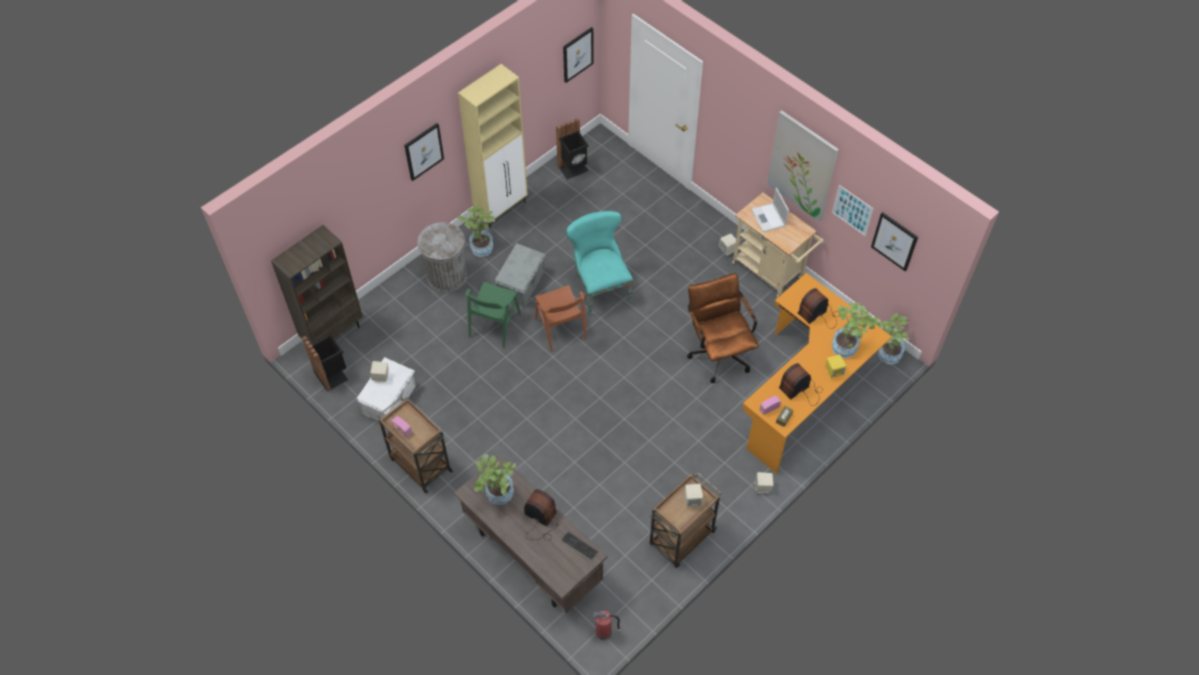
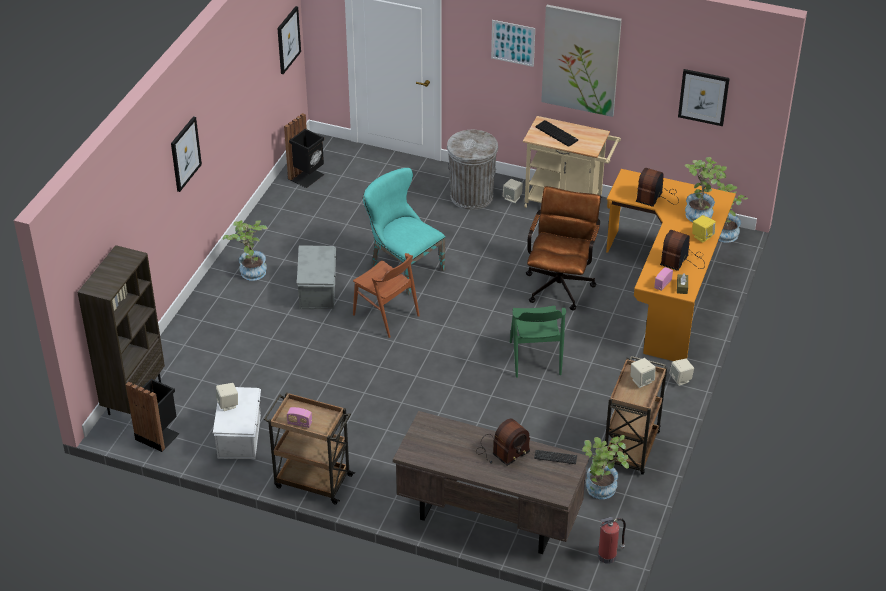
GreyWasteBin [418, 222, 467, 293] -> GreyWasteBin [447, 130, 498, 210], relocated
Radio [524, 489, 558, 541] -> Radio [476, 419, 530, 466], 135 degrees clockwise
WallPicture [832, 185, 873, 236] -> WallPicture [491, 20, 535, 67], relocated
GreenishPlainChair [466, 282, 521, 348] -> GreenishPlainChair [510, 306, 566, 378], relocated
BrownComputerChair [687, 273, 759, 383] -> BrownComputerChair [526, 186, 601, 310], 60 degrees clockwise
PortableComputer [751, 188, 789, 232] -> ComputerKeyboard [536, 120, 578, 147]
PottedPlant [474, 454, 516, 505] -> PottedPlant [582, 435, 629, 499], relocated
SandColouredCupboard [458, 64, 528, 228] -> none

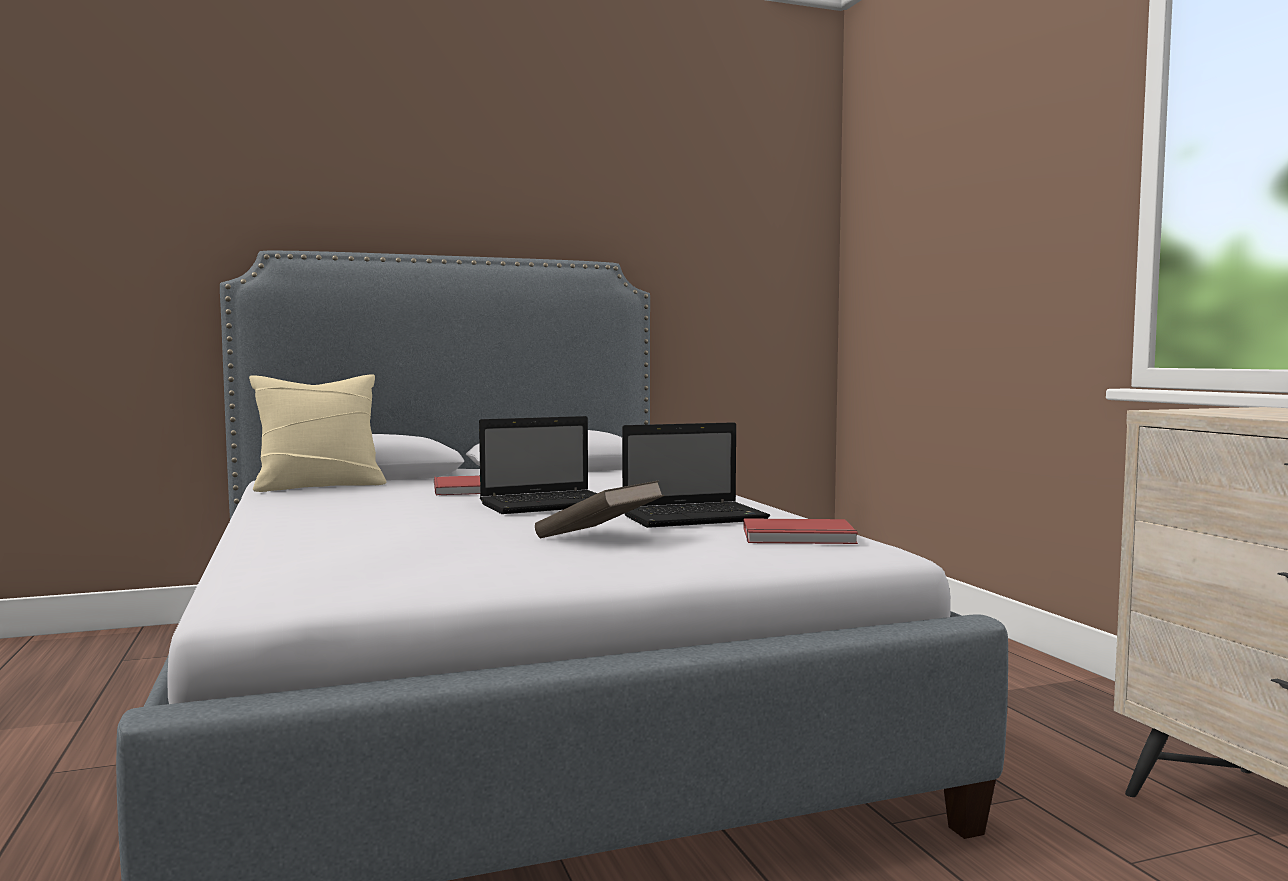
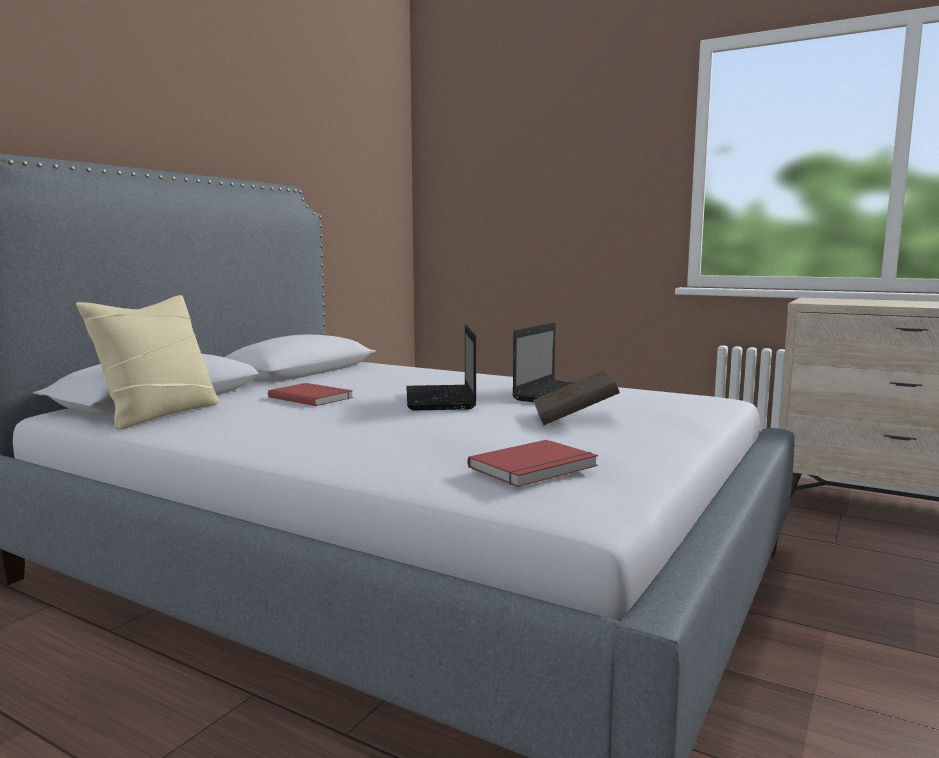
PortableComputer [479, 416, 597, 514] -> PortableComputer [406, 325, 476, 411], 150 degrees clockwise
RedVolume [743, 518, 858, 544] -> RedVolume [468, 440, 598, 487], relocated

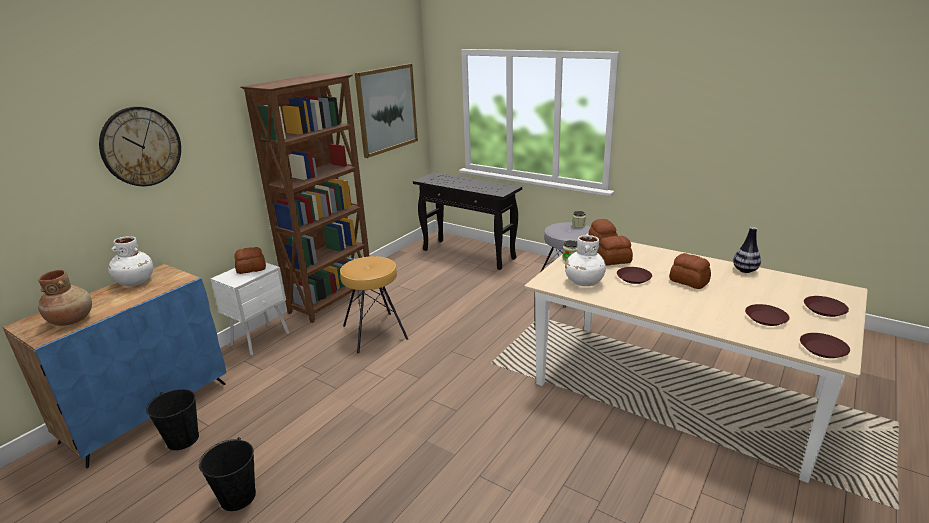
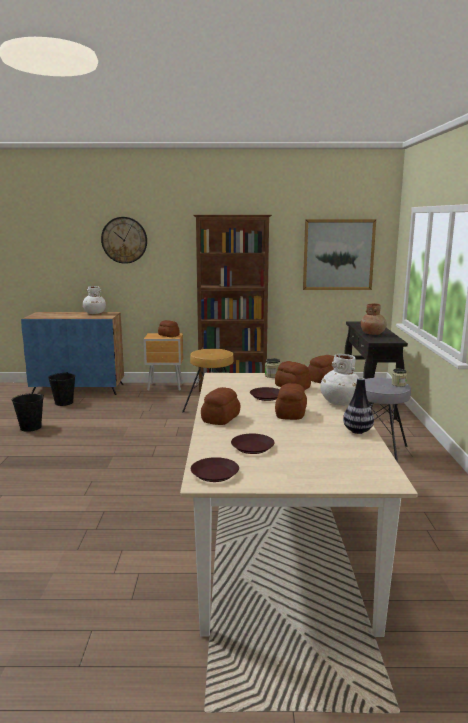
WhiteColouredNightstand [211, 263, 289, 356] -> BrownNightstand [144, 333, 183, 391]
none -> BakedBread [201, 387, 240, 425]
WhiteColouredFlowerVase [565, 235, 606, 286] -> WhiteColouredFlowerVase [320, 354, 359, 406], relocated
BrownFlowerVase [38, 270, 92, 326] -> BrownFlowerVase [361, 303, 387, 335], relocated
BrownDinnerPlate [804, 296, 849, 317] -> none

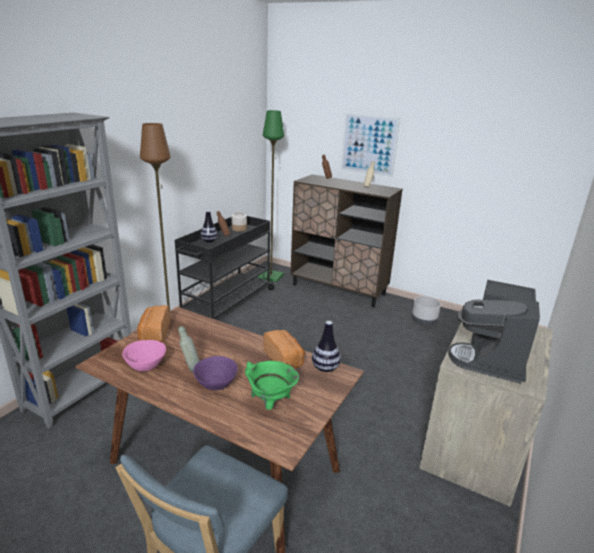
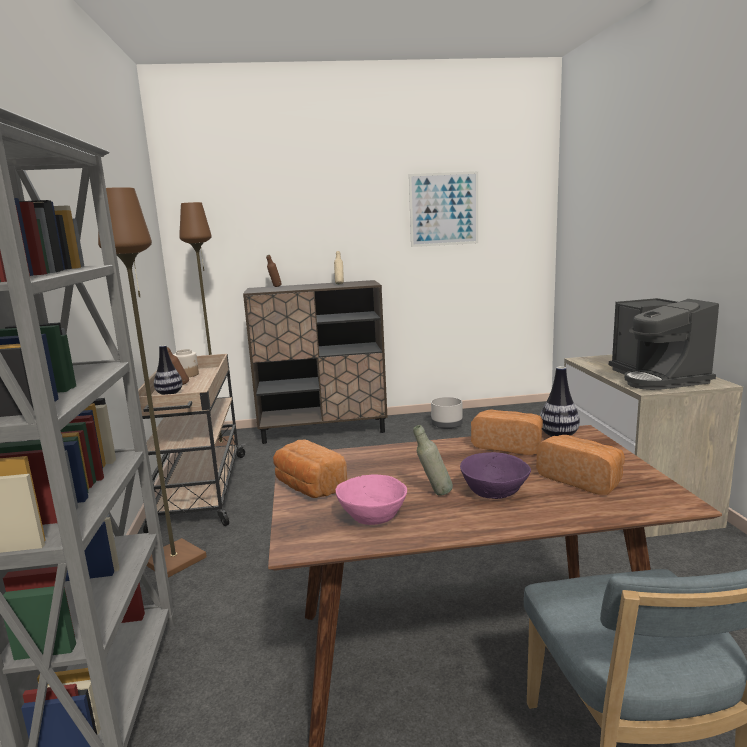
BlackColouredCart [175, 216, 275, 319] -> SandColouredCart [138, 354, 246, 533]
GreenishStandardLamp [258, 110, 284, 282] -> BrownStandardLamp [179, 202, 235, 446]
WallPicture [341, 113, 400, 177] -> WallPicture [409, 171, 478, 247], relocated
GreenishStockpot [245, 361, 299, 410] -> BakedBread [536, 435, 625, 495]

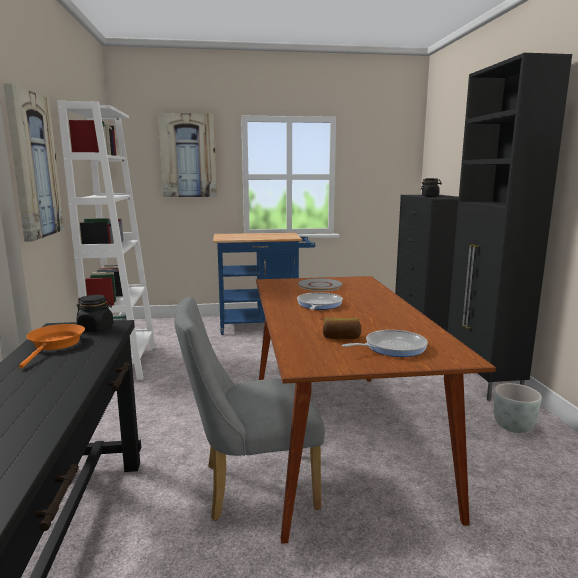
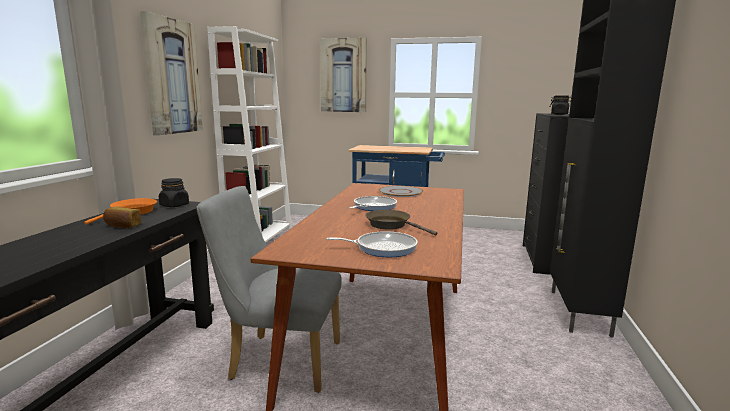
BakedBread [323, 317, 361, 339] -> BakedBread [103, 206, 141, 228], relocated
none -> BrownFryingPan [365, 210, 437, 235]
GreyPlanter [494, 383, 542, 433] -> none

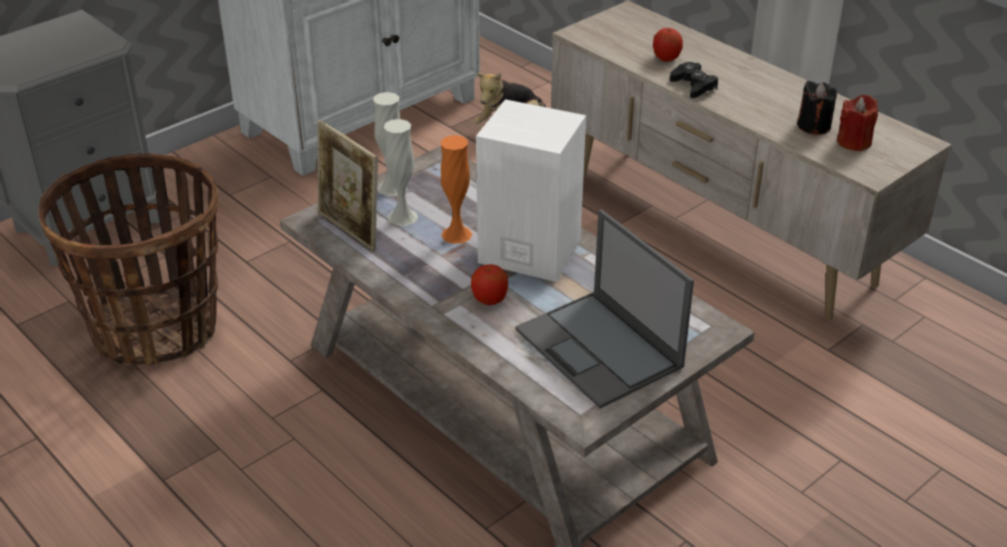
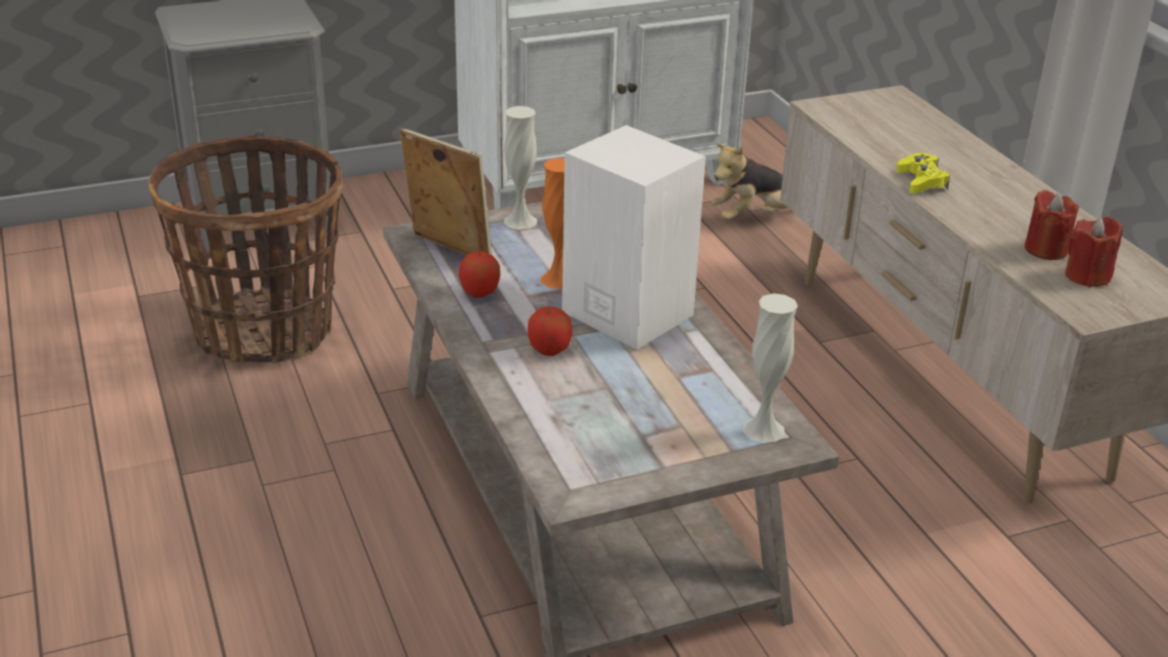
PictureFrame [317, 120, 378, 251] -> PictureFrame [400, 128, 492, 255], 150 degrees clockwise
Apple [653, 28, 683, 62] -> Apple [458, 251, 500, 298], relocated
WhiteColouredFlowerVase [384, 119, 418, 226] -> WhiteColouredFlowerVase [743, 293, 798, 443], relocated
BlackColouredGamepad [670, 62, 718, 98] -> YellowColouredGamepad [896, 153, 950, 193]
BlackColouredWaxLight [797, 81, 837, 135] -> RedWaxLight [1025, 190, 1079, 260]
PortableComputer [515, 209, 694, 408] -> none

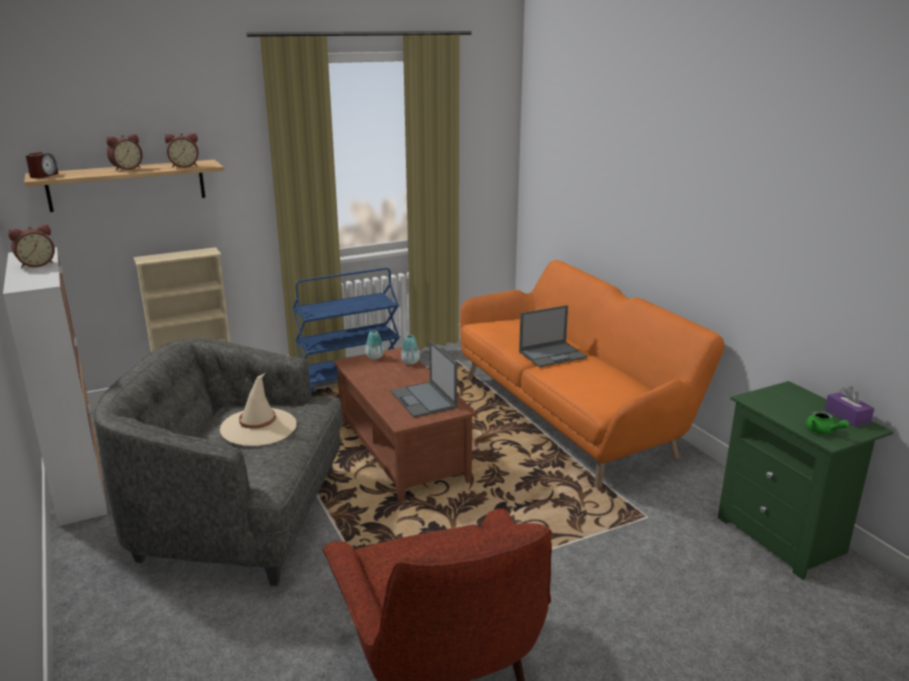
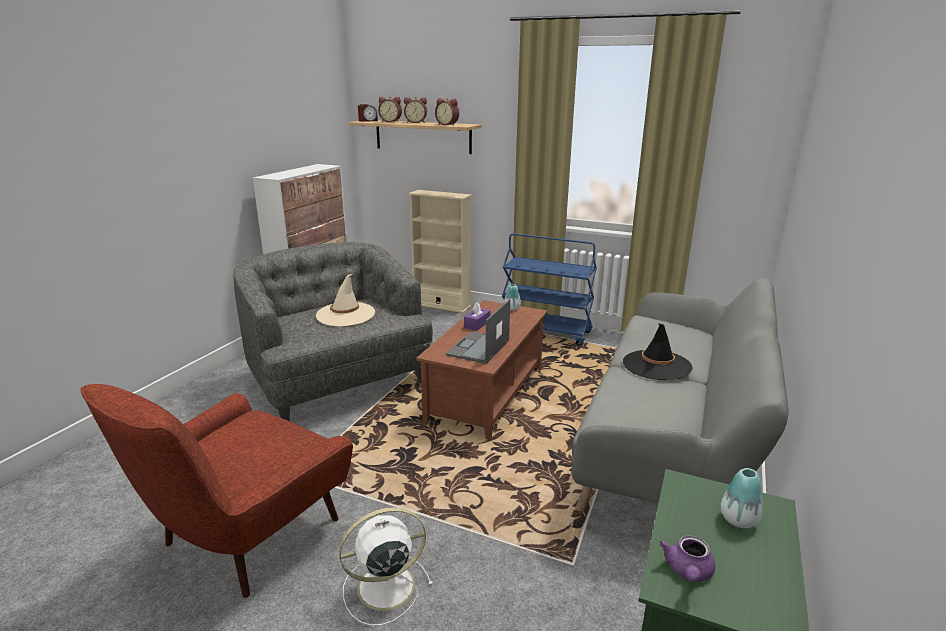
none -> WhiteColouredElectricFan [339, 507, 433, 626]
BedsideClock [8, 224, 55, 268] -> BedsideClock [378, 97, 402, 122], relocated
PurpleBoxOfTissues [825, 386, 874, 427] -> PurpleBoxOfTissues [464, 302, 490, 331], relocated
OrangeColouredSofa [460, 260, 724, 488] -> GreySofa [571, 278, 788, 511]
PortableComputer [519, 305, 587, 367] -> BlackColouredWearableHat [623, 323, 693, 380]
GreenishPotForTea [806, 411, 849, 434] -> PurplePotForTea [659, 535, 715, 582]
FlowerVase [401, 335, 420, 365] -> FlowerVase [721, 468, 763, 528], relocated

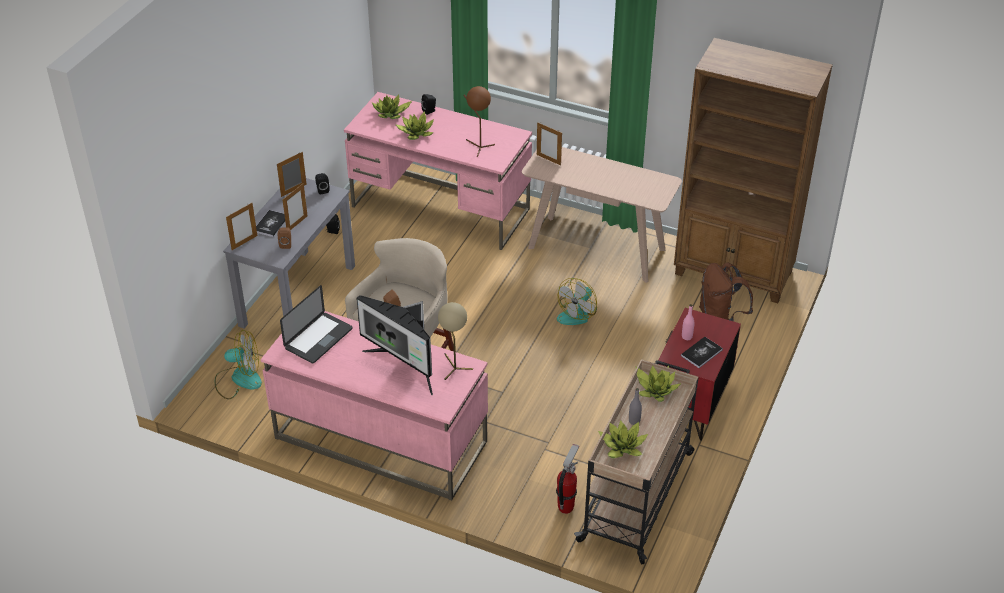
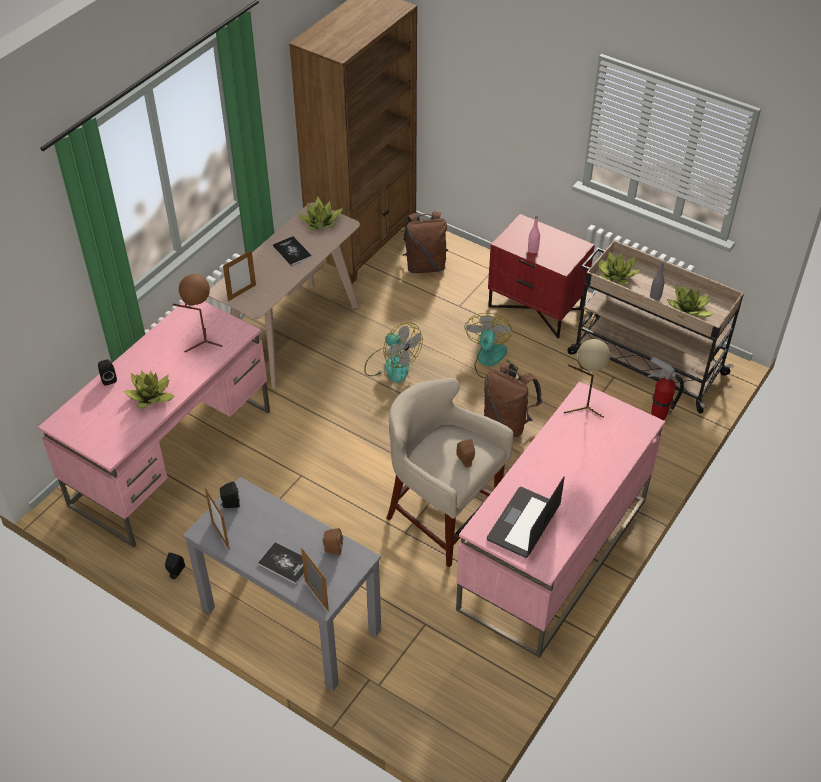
Volume [681, 337, 723, 368] -> Volume [273, 236, 312, 266], relocated
PottedPlant [372, 95, 412, 119] -> PottedPlant [298, 197, 343, 230], relocated
ElectricFan [215, 330, 262, 399] -> ElectricFan [465, 313, 518, 378], relocated
none -> BrownRucksack [484, 363, 542, 437]
PortableComputer [280, 285, 352, 364] -> PortableComputer [487, 477, 565, 558], 105 degrees counterclockwise
PictureFrame [283, 183, 308, 230] -> none
ComputerScreen [356, 295, 433, 395] -> none

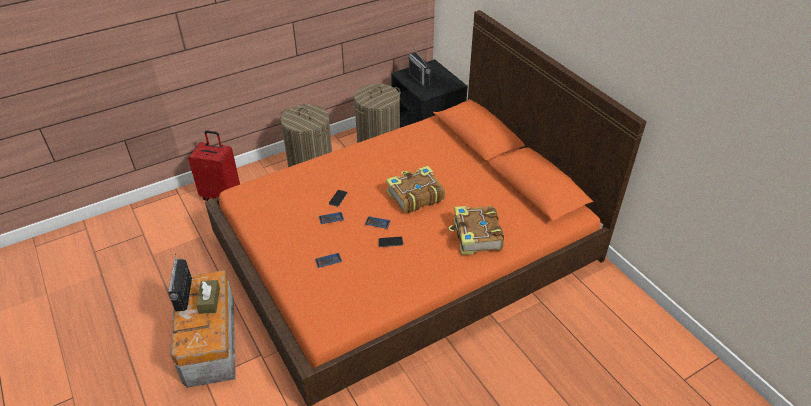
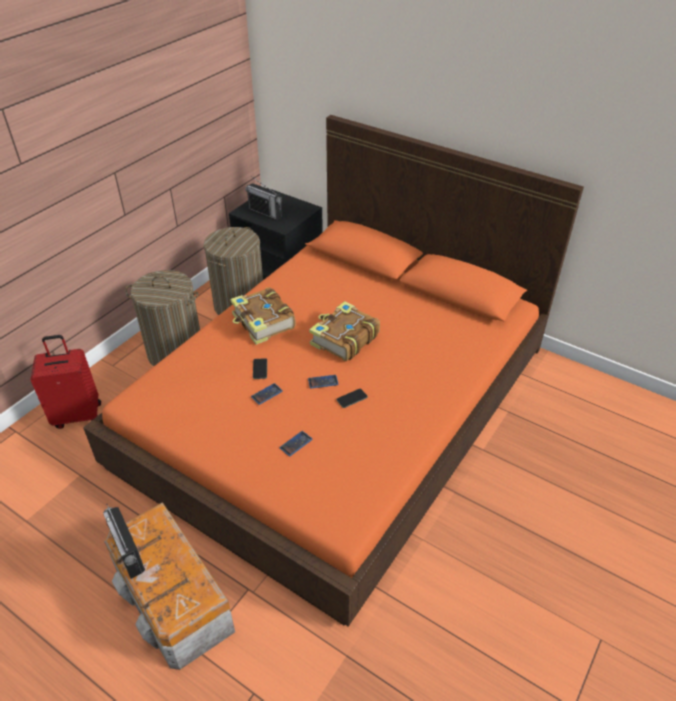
Volume [449, 205, 504, 255] -> Volume [230, 287, 296, 345], relocated
BrownBoxOfTissues [196, 280, 220, 314] -> none

